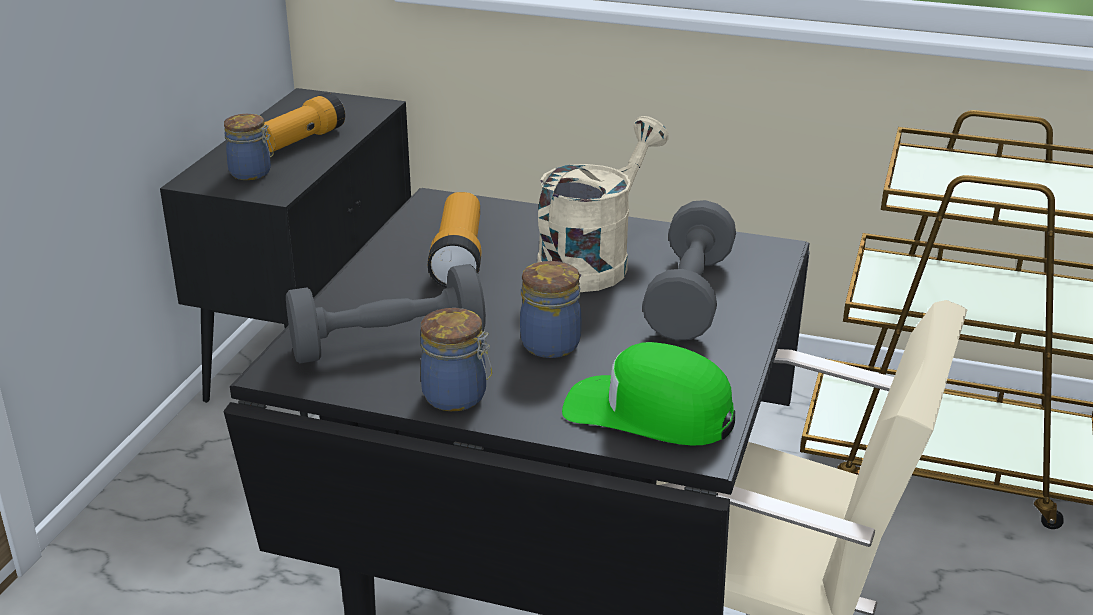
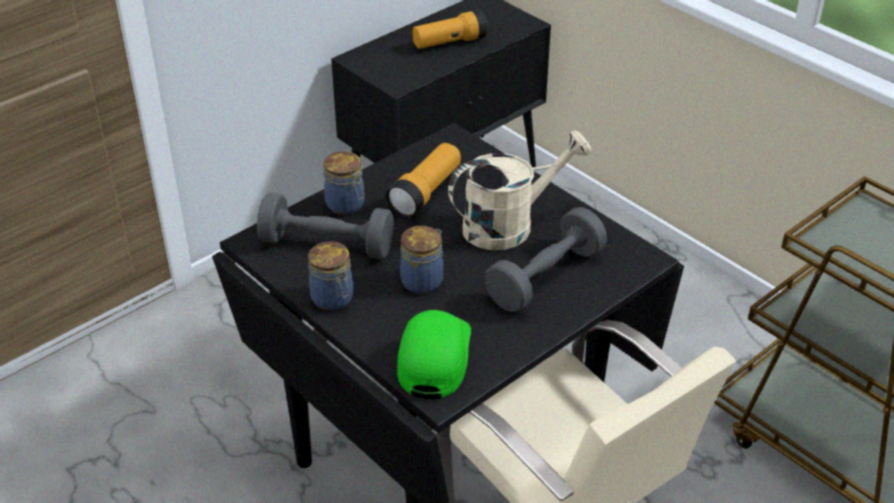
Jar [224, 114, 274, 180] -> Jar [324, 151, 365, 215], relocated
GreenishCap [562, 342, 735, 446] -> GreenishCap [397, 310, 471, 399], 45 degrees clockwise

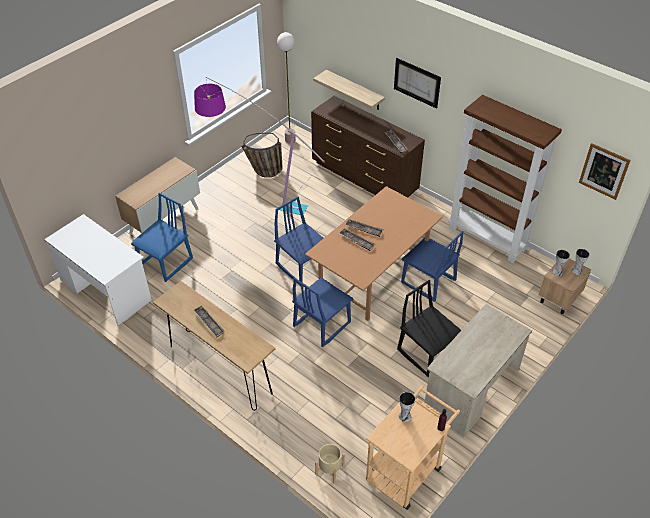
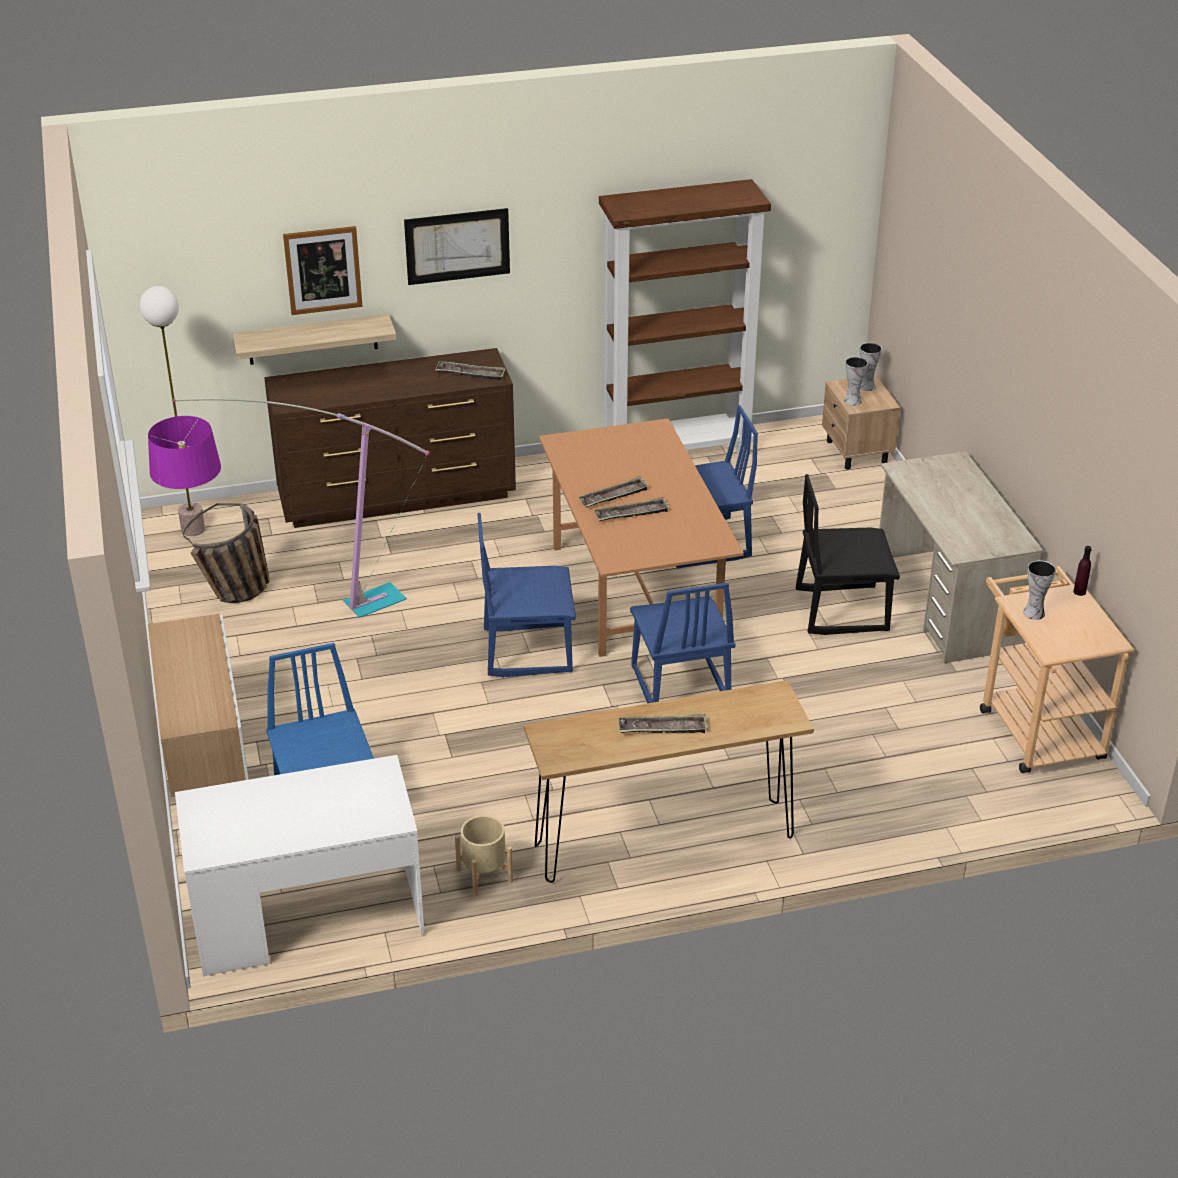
WallPicture [579, 143, 631, 200] -> WallPicture [283, 226, 363, 315], relocated
SandColouredPlanter [315, 444, 345, 484] -> SandColouredPlanter [455, 815, 513, 896], relocated

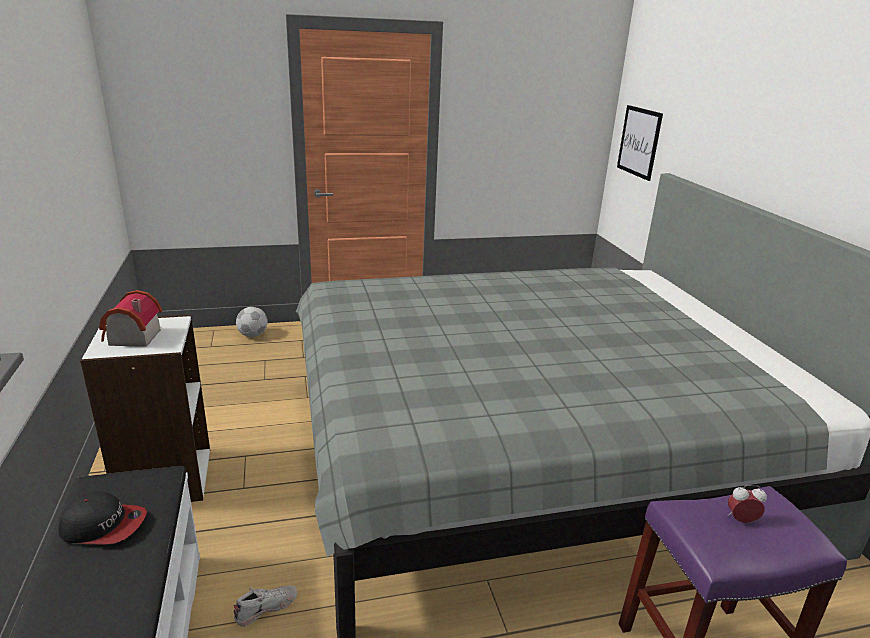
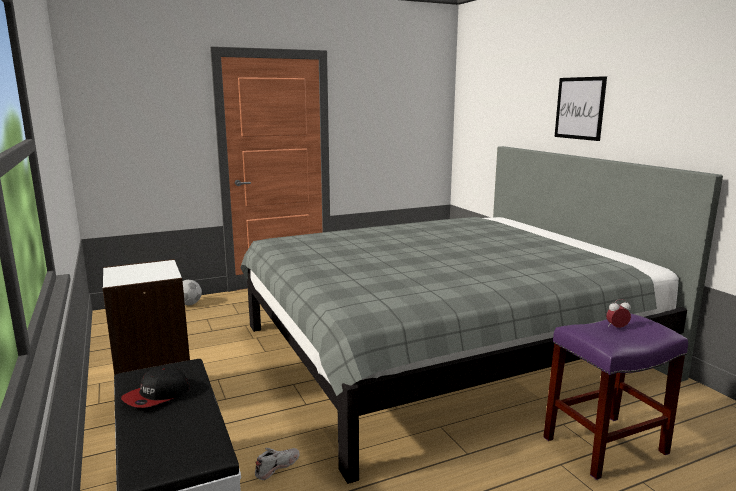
Cap [58, 491, 147, 544] -> Cap [121, 367, 190, 408], 135 degrees clockwise
WallPicture [617, 105, 663, 181] -> WallPicture [555, 76, 607, 141], relocated
ToyHouse [99, 290, 162, 347] -> none

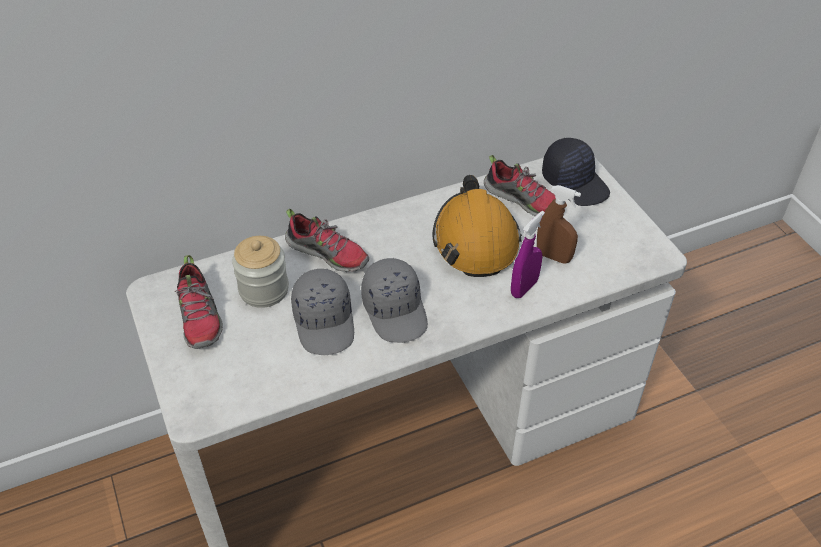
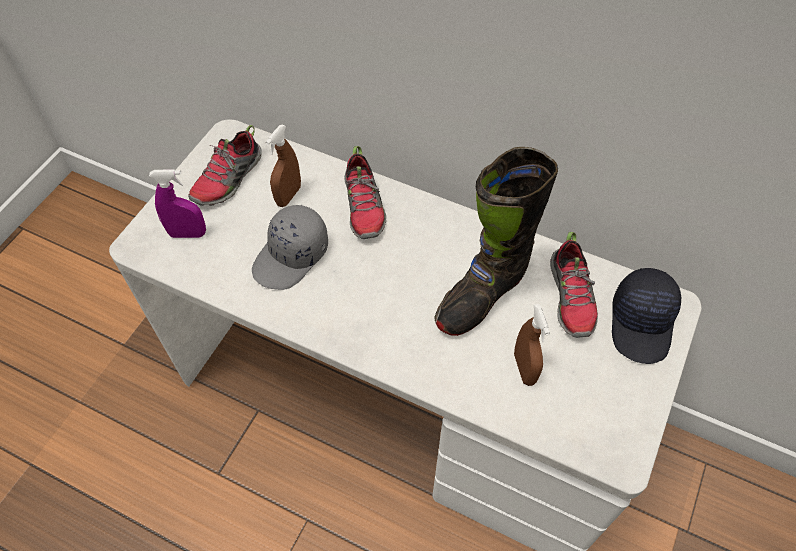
PurpleSprayBottle [511, 211, 545, 298] -> PurpleSprayBottle [149, 169, 206, 238], relocated
Jar [232, 236, 289, 308] -> BrownSprayBottle [266, 125, 301, 207]
OrangeColouredSafetyHelmet [433, 175, 522, 277] -> BlackColouredHighTopBoot [434, 147, 558, 336]
GreyCap [361, 258, 428, 343] -> none

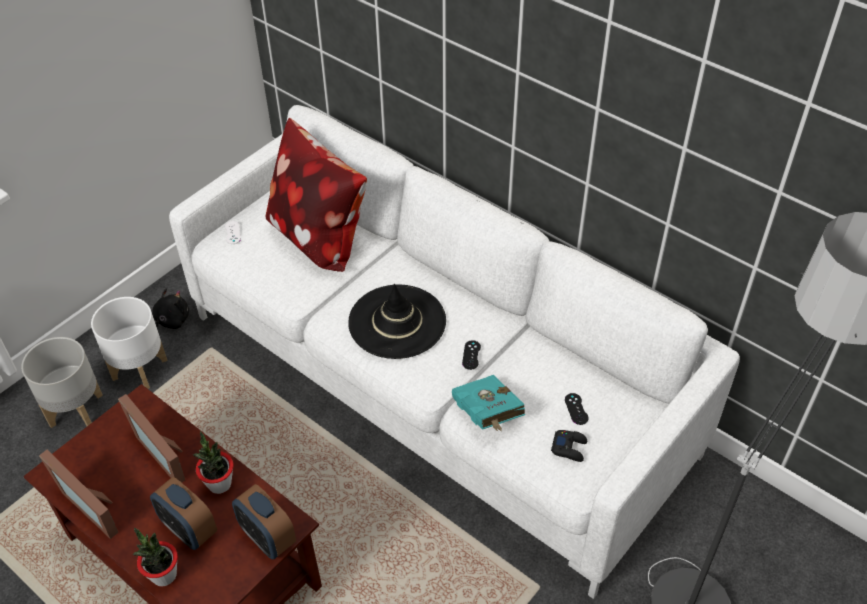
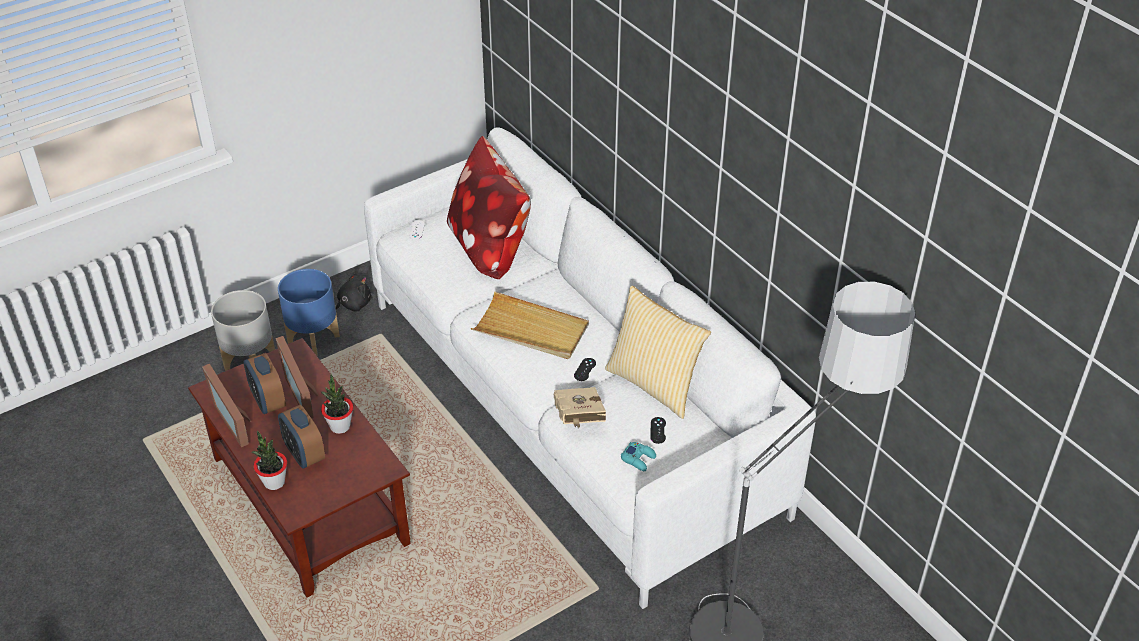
BedsideClock [232, 484, 296, 559] -> BedsideClock [244, 353, 286, 414], relocated
WhiteColouredPlanter [91, 297, 168, 389] -> BlueColouredPlanter [278, 269, 340, 357]
BlackColouredWearableHat [348, 284, 446, 359] -> SandColouredServingTray [471, 291, 589, 359]
TurquoiseVolume [452, 375, 525, 431] -> SandColouredVolume [554, 387, 606, 428]
none -> ThrowPillow [605, 286, 711, 419]
BlackColouredGamepad [551, 430, 587, 462] -> TurquoiseGamepad [621, 442, 656, 471]

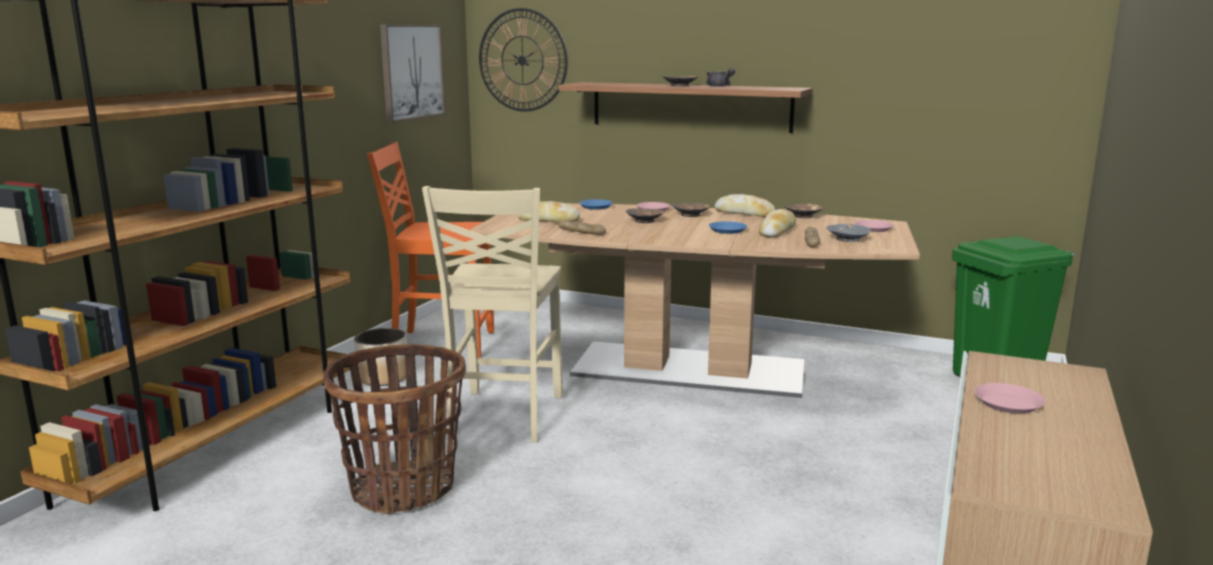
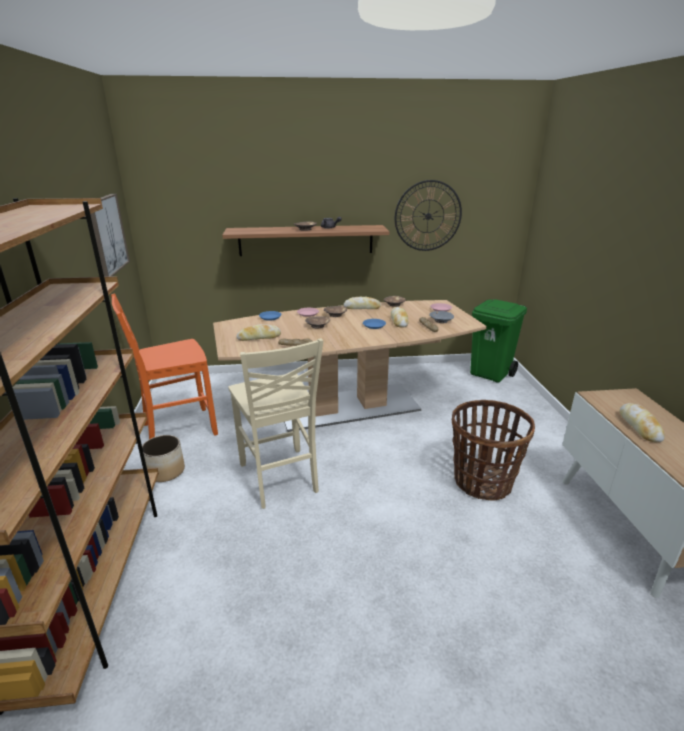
ClockOnTheWall [479, 8, 568, 112] -> ClockOnTheWall [395, 180, 462, 251], relocated
StorageBasket [322, 344, 466, 514] -> StorageBasket [452, 400, 535, 501], relocated
PinkDinnerPlate [974, 383, 1046, 414] -> BakedBread [620, 403, 665, 442]

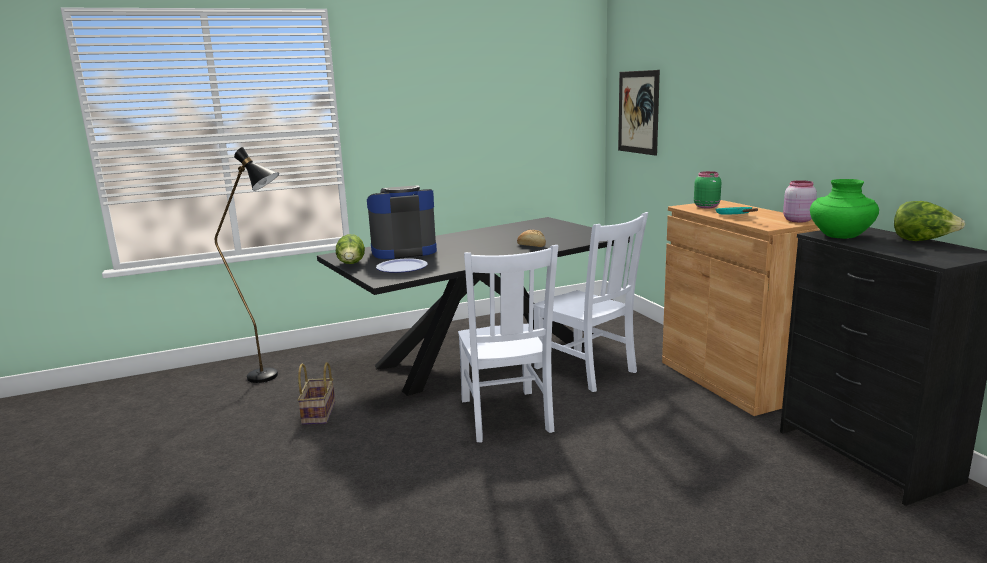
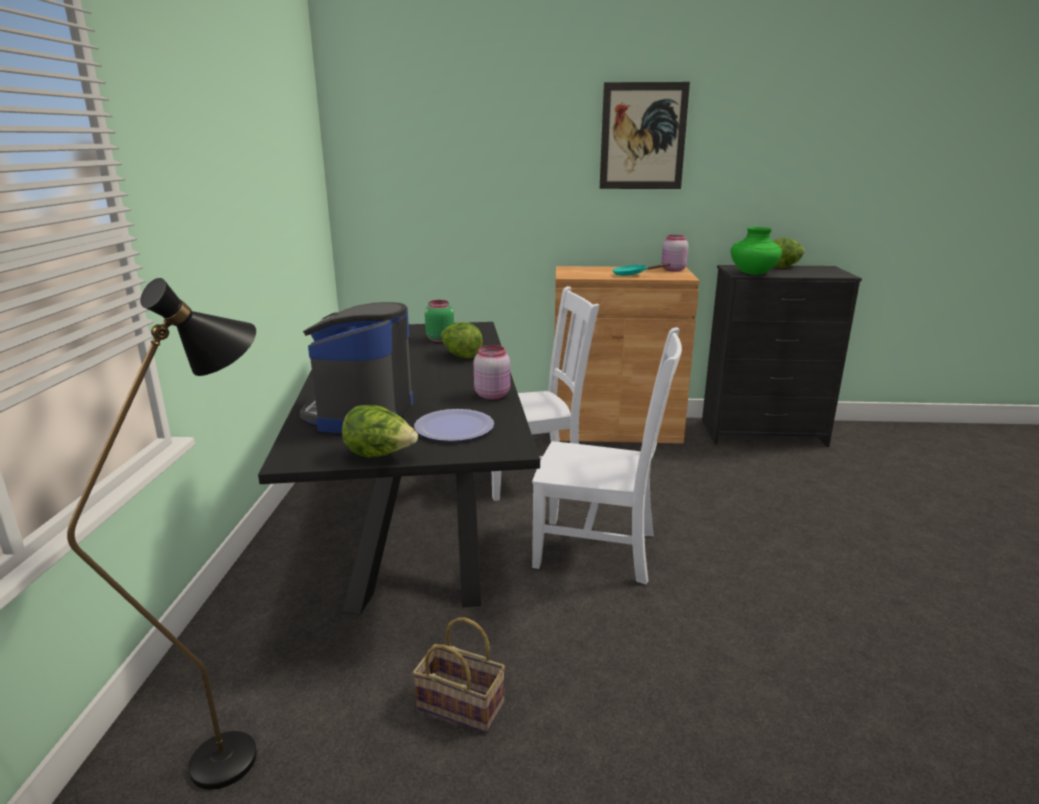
GreenishJar [694, 171, 721, 208] -> GreenishJar [425, 300, 454, 342], relocated
BakedBread [517, 230, 546, 247] -> Lettuce [441, 322, 483, 358]
none -> PinkJar [474, 345, 510, 399]
WallPicture [618, 70, 660, 156] -> WallPicture [600, 82, 690, 189], relocated

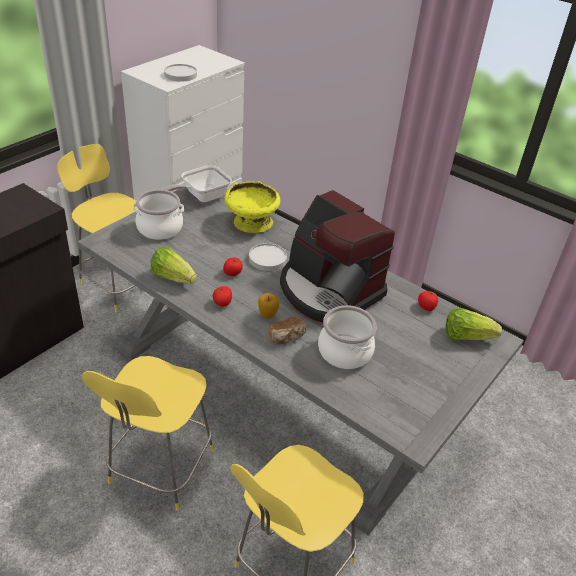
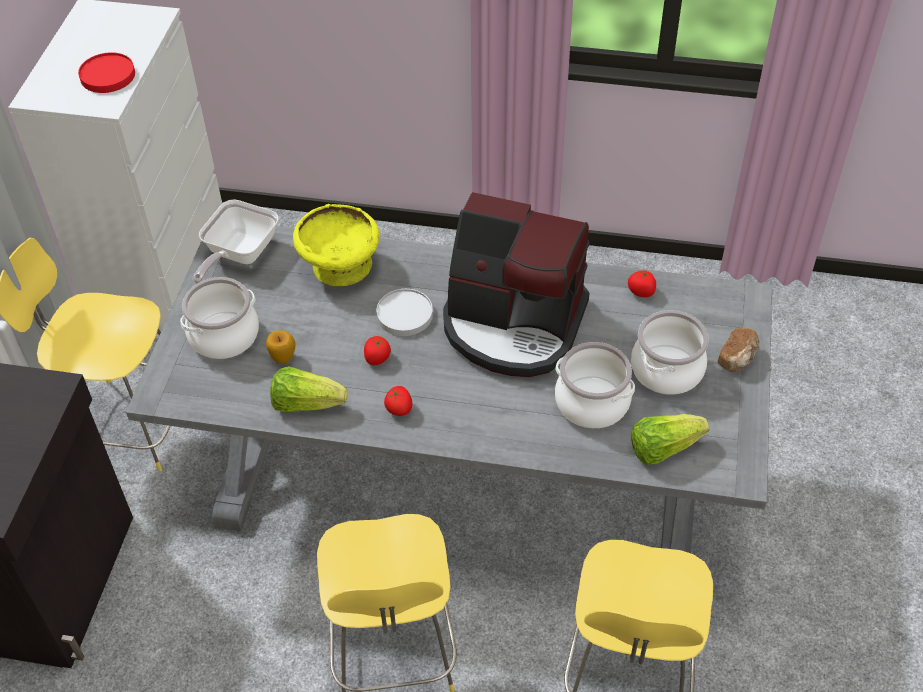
WhiteColouredDinnerPlate [164, 64, 197, 82] -> RedDinnerPlate [78, 52, 135, 93]
Apple [258, 293, 279, 319] -> Apple [266, 330, 296, 364], relocated
none -> Stockpot [631, 310, 709, 395]
Lettuce [446, 308, 502, 341] -> Lettuce [631, 414, 709, 465], relocated
BakedBread [268, 317, 306, 344] -> BakedBread [718, 328, 759, 372], relocated

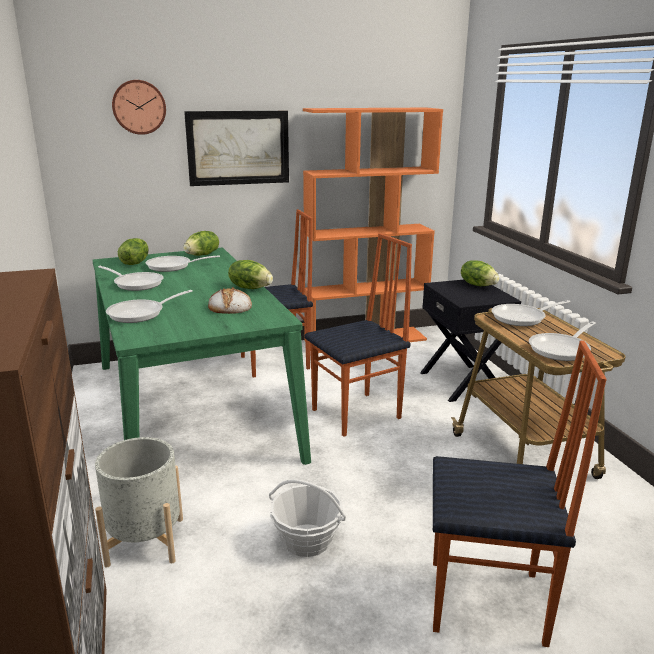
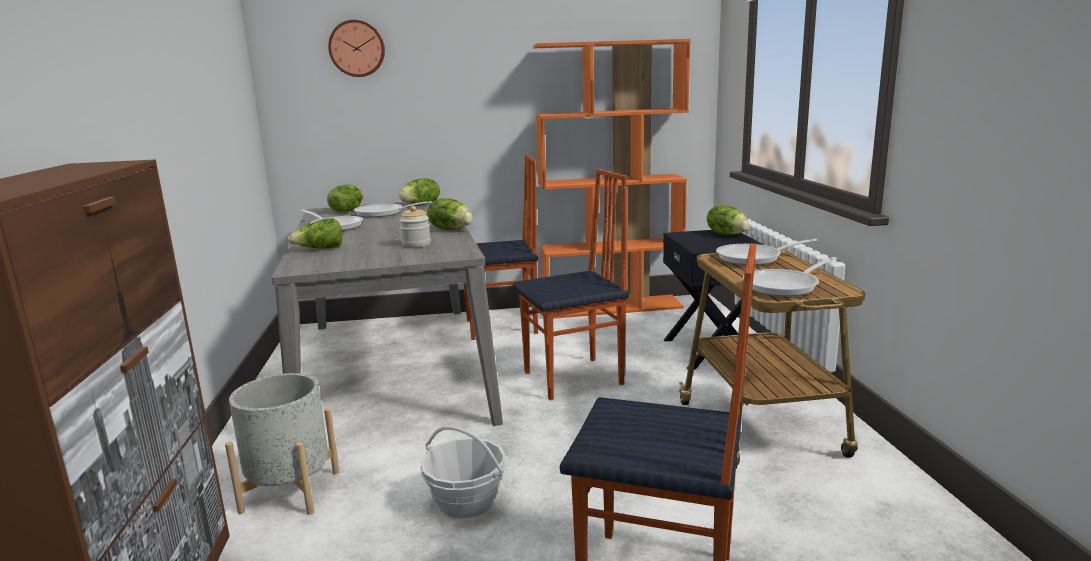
GreenishDinnerTable [92, 248, 311, 465] -> GreyDinnerTable [272, 199, 503, 426]
FryingPan [106, 290, 193, 323] -> Lettuce [288, 218, 343, 248]
BakedBread [208, 287, 252, 314] -> Jar [400, 206, 431, 247]
WallPicture [184, 111, 289, 186] -> none

